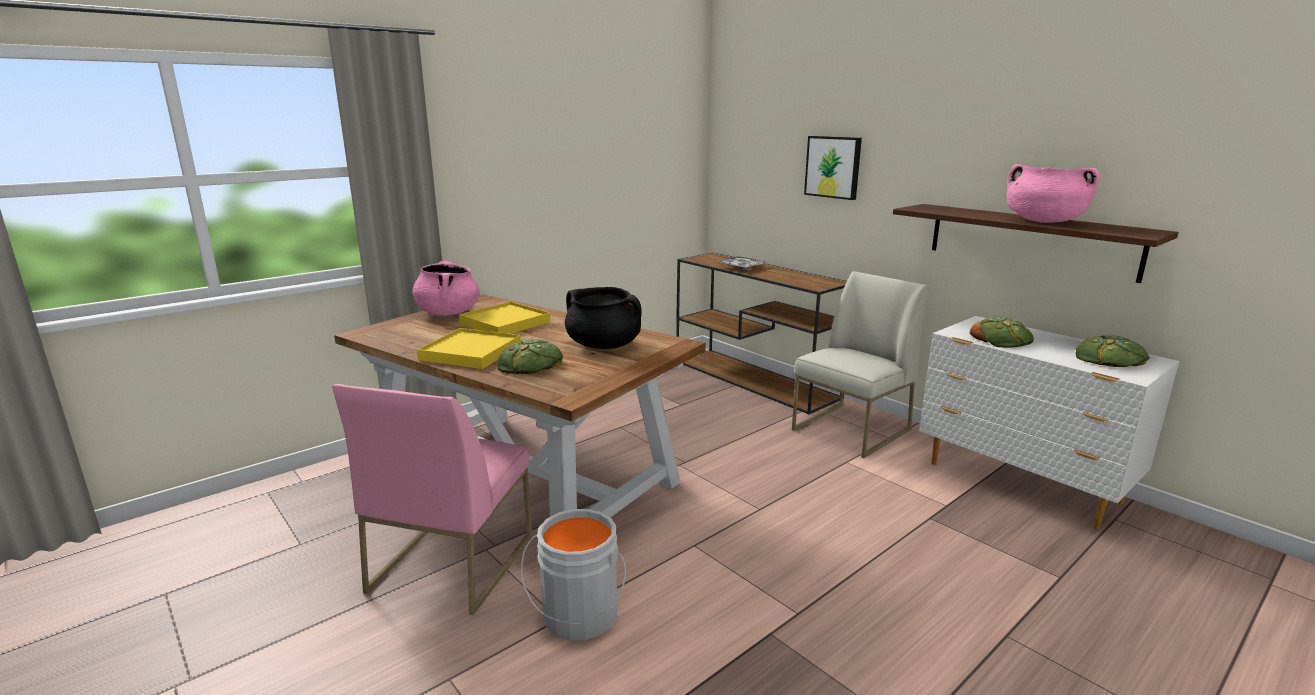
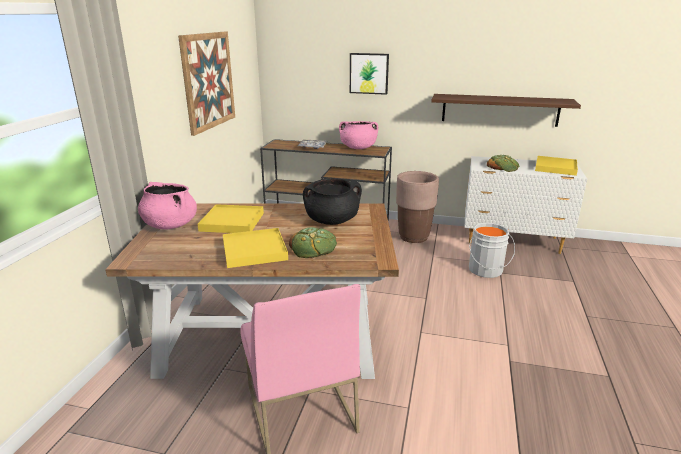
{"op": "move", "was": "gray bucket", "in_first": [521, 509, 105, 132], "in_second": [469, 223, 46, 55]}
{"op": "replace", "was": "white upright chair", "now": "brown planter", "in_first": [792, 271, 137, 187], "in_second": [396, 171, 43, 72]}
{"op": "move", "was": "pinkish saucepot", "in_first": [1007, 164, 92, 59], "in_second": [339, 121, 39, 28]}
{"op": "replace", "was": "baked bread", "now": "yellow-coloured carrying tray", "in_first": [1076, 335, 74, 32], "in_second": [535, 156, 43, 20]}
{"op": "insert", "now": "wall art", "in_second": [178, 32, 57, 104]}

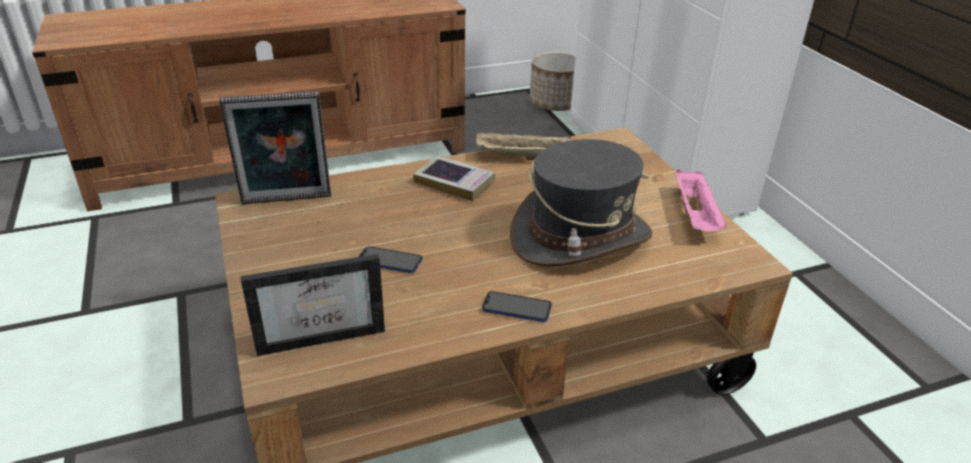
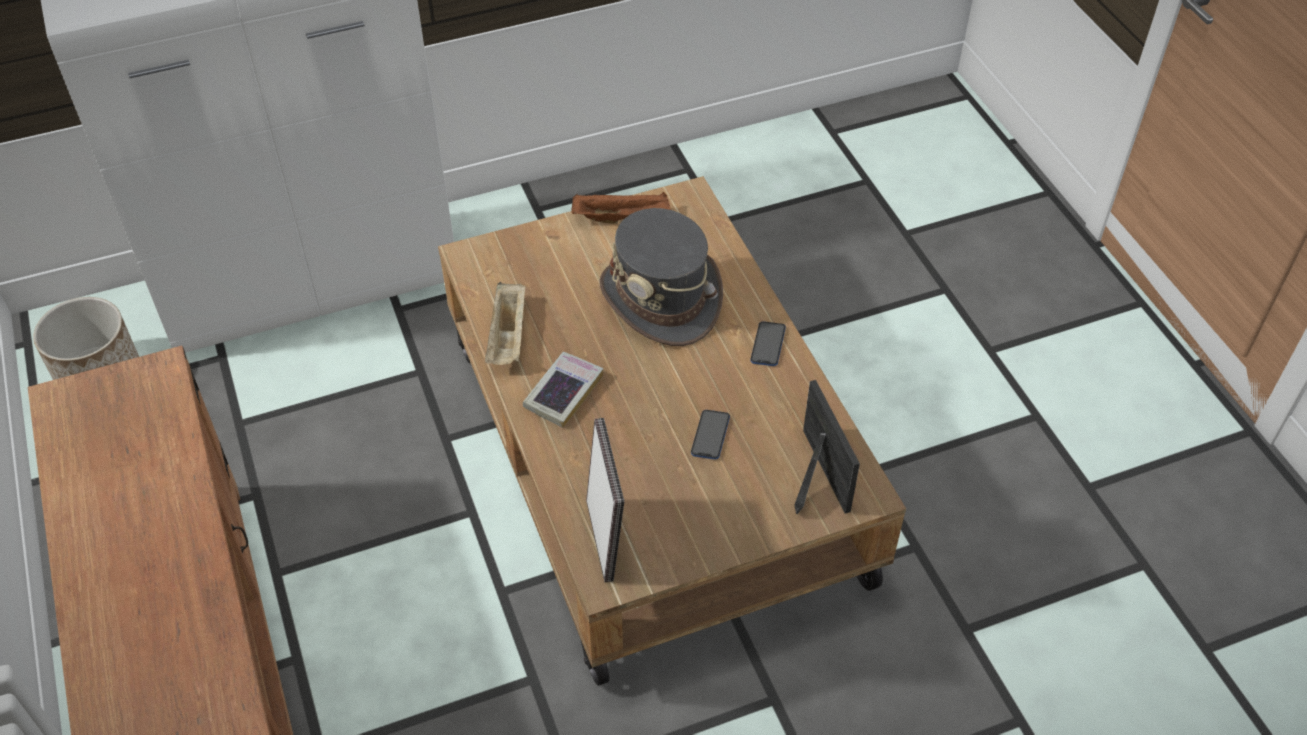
{"op": "recolor", "was": "pinkish carrying tray", "now": "brown carrying tray", "in_first": [676, 169, 52, 63], "in_second": [571, 192, 100, 32]}

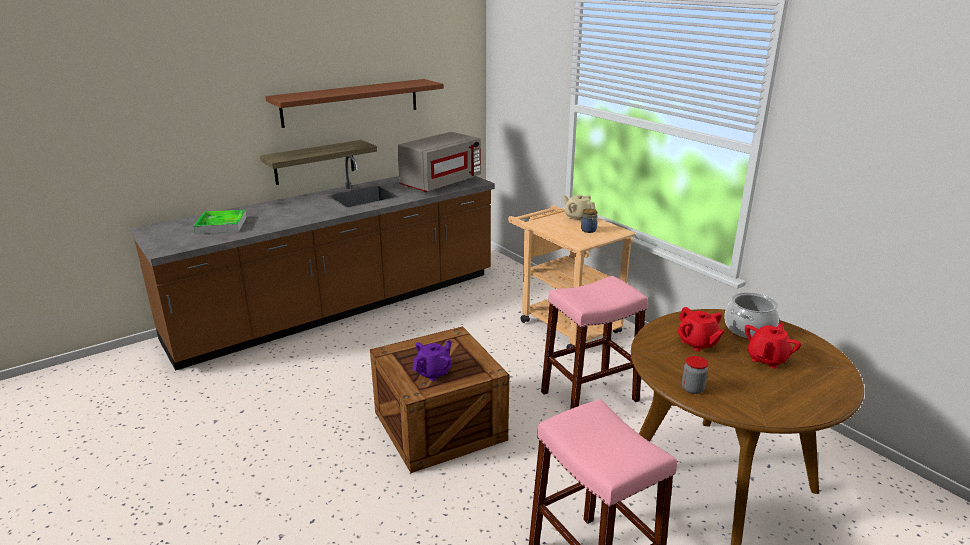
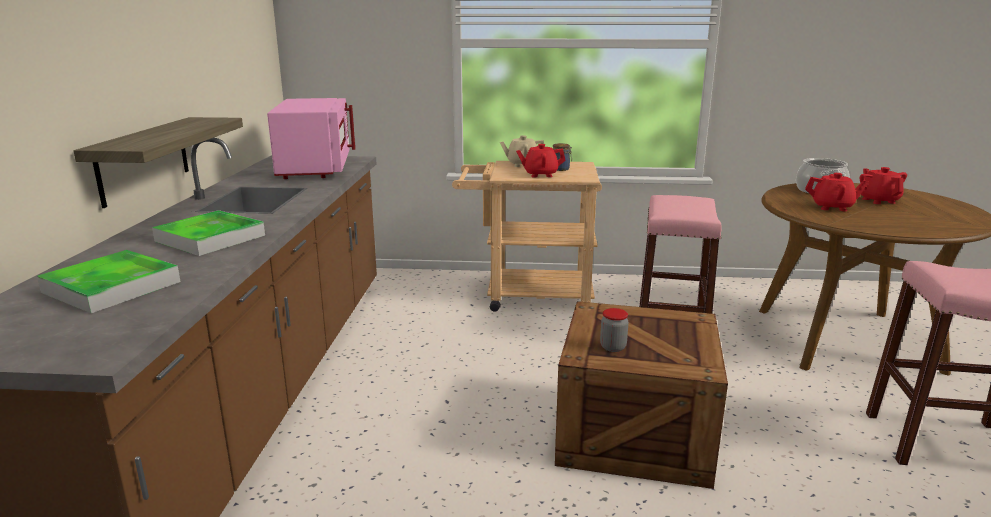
{"op": "delete", "was": "brown bracket shelf", "in_first": [265, 79, 179, 49]}
{"op": "recolor", "was": "gray microwave", "now": "pinkish microwave", "in_first": [397, 132, 84, 60], "in_second": [267, 98, 88, 81]}
{"op": "delete", "was": "purple-coloured tea pot", "in_first": [412, 340, 40, 41]}
{"op": "move", "was": "preserve jar", "in_first": [682, 356, 27, 38], "in_second": [600, 308, 29, 44]}
{"op": "insert", "now": "carrying tray", "in_second": [152, 210, 113, 46]}
{"op": "insert", "now": "red tea pot", "in_second": [516, 144, 50, 34]}

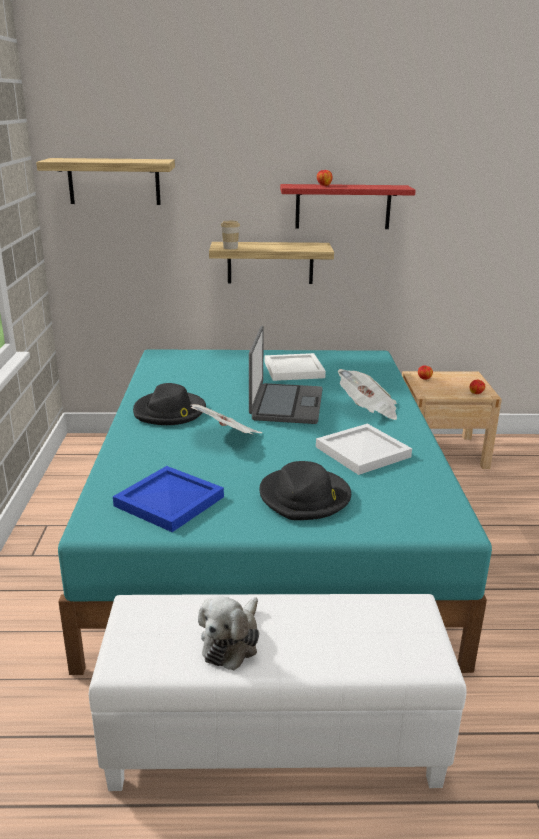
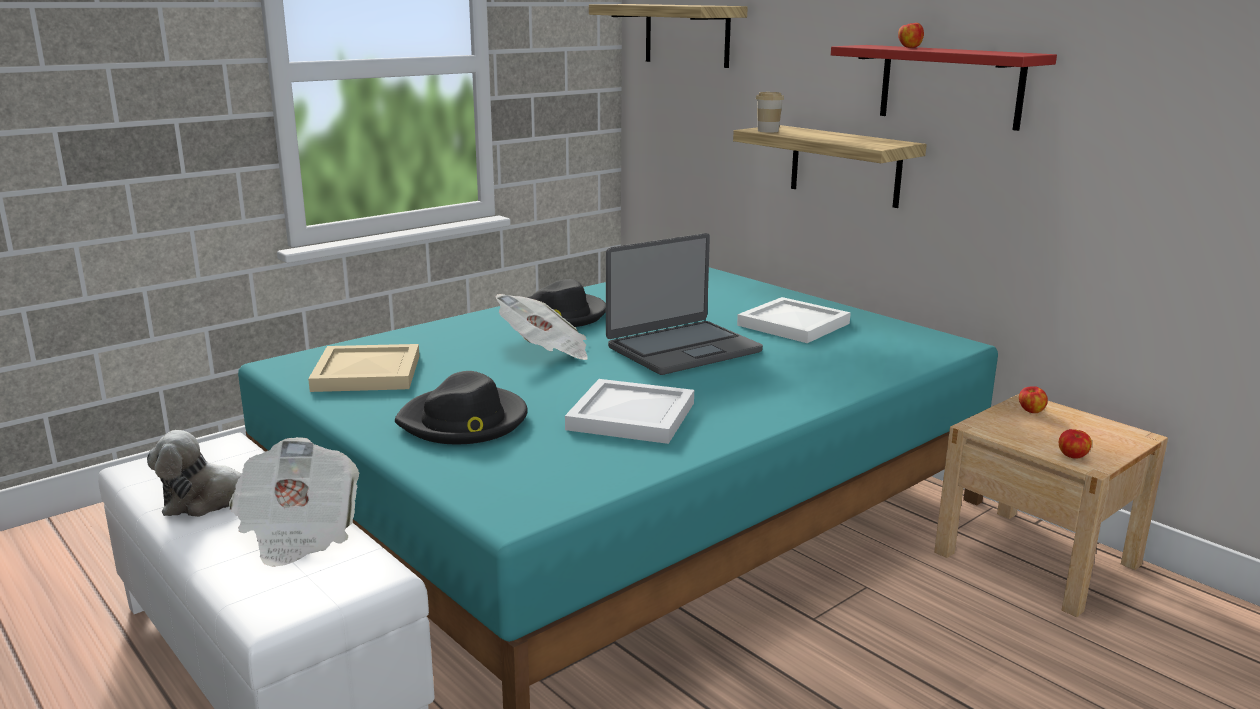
{"op": "recolor", "was": "blue carrying tray", "now": "sand-coloured carrying tray", "in_first": [113, 466, 111, 66], "in_second": [308, 344, 112, 48]}
{"op": "move", "was": "newspaper", "in_first": [338, 369, 59, 51], "in_second": [229, 437, 130, 130]}

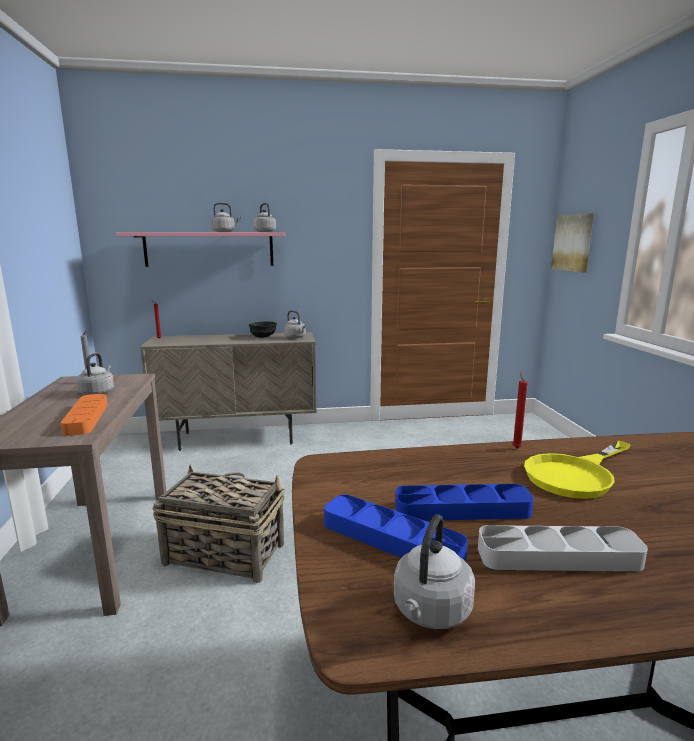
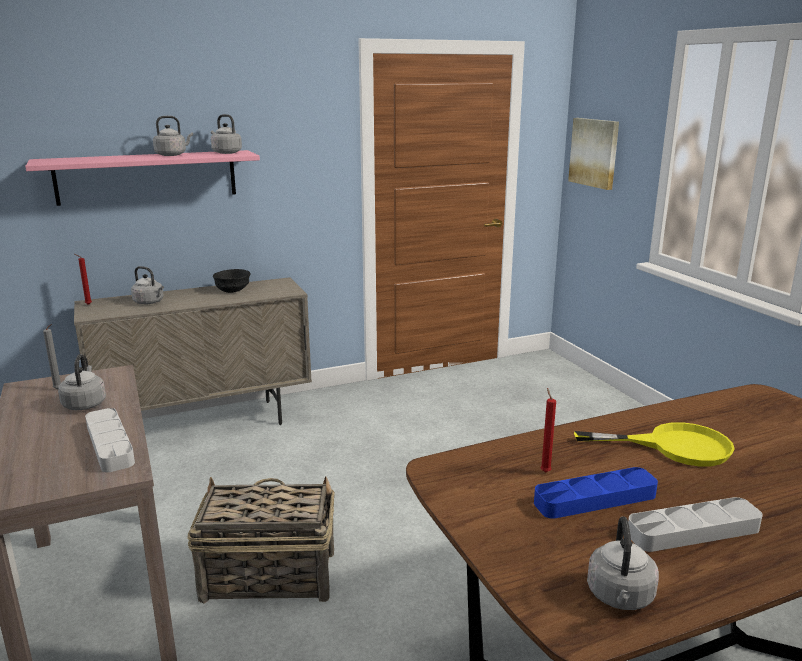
{"op": "recolor", "was": "orange carrying tray", "now": "gray carrying tray", "in_first": [61, 394, 47, 42], "in_second": [85, 408, 50, 64]}
{"op": "move", "was": "gray tea kettle", "in_first": [284, 310, 22, 28], "in_second": [131, 266, 33, 38]}
{"op": "delete", "was": "blue carrying tray", "in_first": [324, 495, 144, 66]}
{"op": "move", "was": "red wax candle", "in_first": [512, 372, 16, 76], "in_second": [540, 388, 16, 85]}
{"op": "rotate", "was": "yellow-coloured pan", "in_first": [524, 440, 107, 59], "in_second": [574, 422, 161, 45], "clockwise": -120}

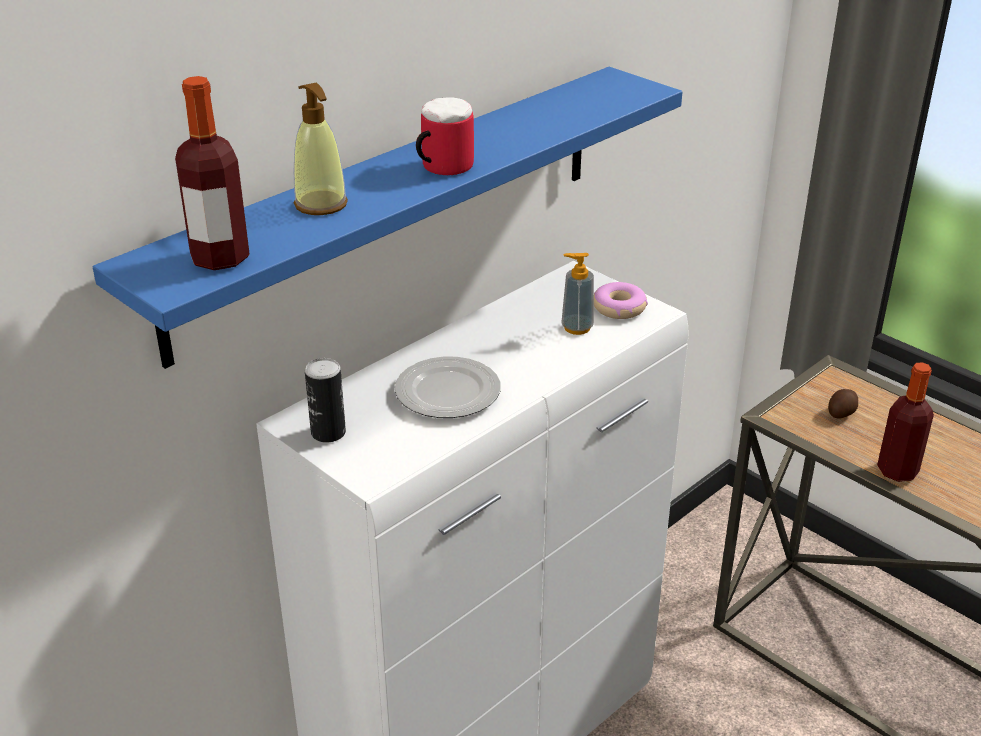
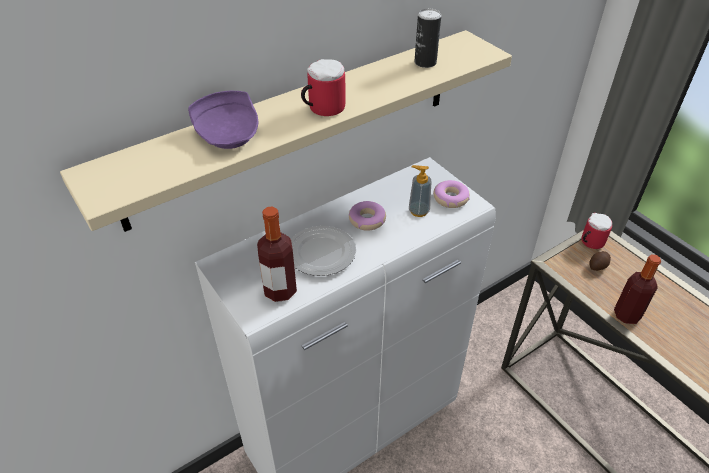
{"op": "recolor", "was": "blue bracket shelf", "now": "sand-coloured bracket shelf", "in_first": [93, 67, 589, 302], "in_second": [60, 30, 452, 202]}
{"op": "move", "was": "drink bottle", "in_first": [175, 76, 75, 194], "in_second": [257, 206, 40, 96]}
{"op": "replace", "was": "liquid soap bottle", "now": "purple-coloured plate", "in_first": [294, 83, 54, 132], "in_second": [188, 91, 71, 58]}
{"op": "move", "was": "sealed can", "in_first": [305, 358, 41, 85], "in_second": [414, 9, 27, 59]}
{"op": "insert", "now": "ring doughnut", "in_second": [349, 201, 37, 30]}
{"op": "insert", "now": "mug", "in_second": [582, 213, 30, 36]}

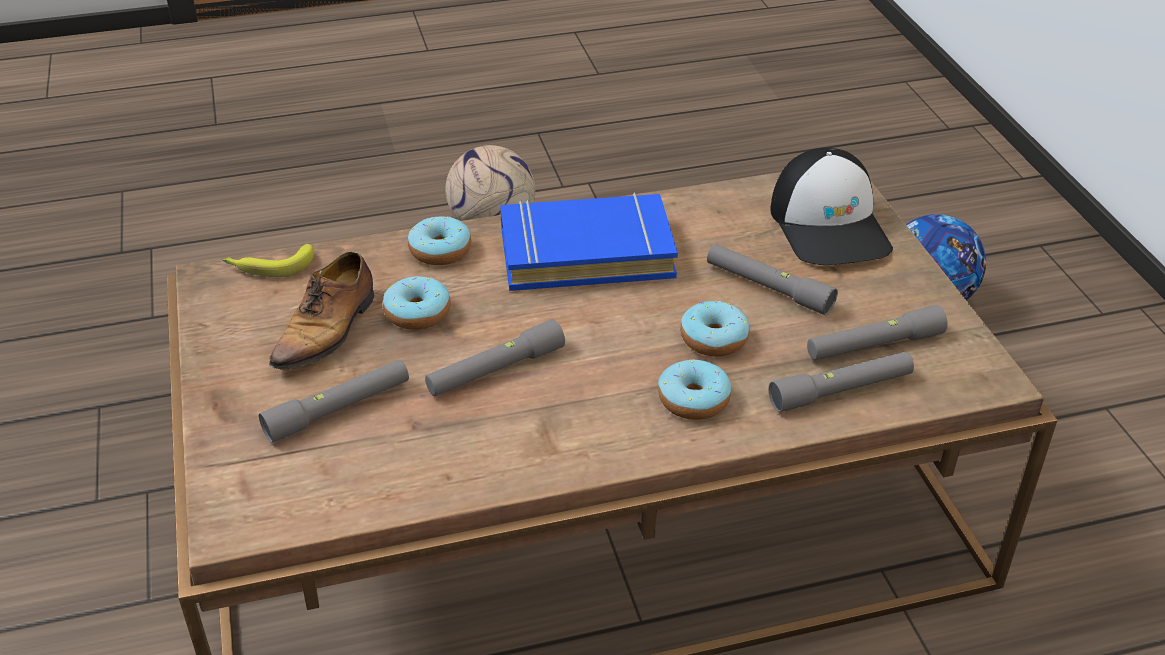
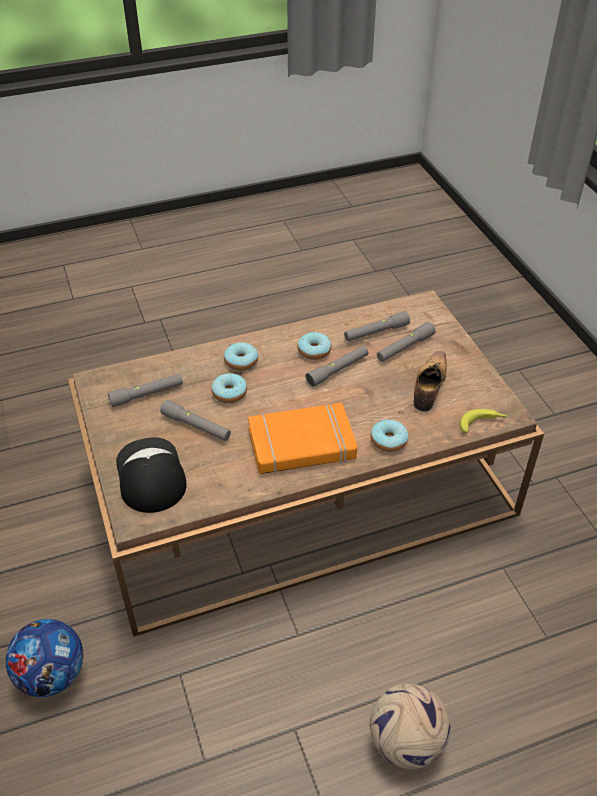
{"op": "move", "was": "ring doughnut", "in_first": [383, 276, 68, 54], "in_second": [298, 332, 33, 28]}
{"op": "recolor", "was": "blue book", "now": "orange book", "in_first": [500, 193, 178, 98], "in_second": [248, 403, 109, 71]}
{"op": "move", "was": "gray torch", "in_first": [769, 352, 145, 60], "in_second": [344, 311, 66, 30]}

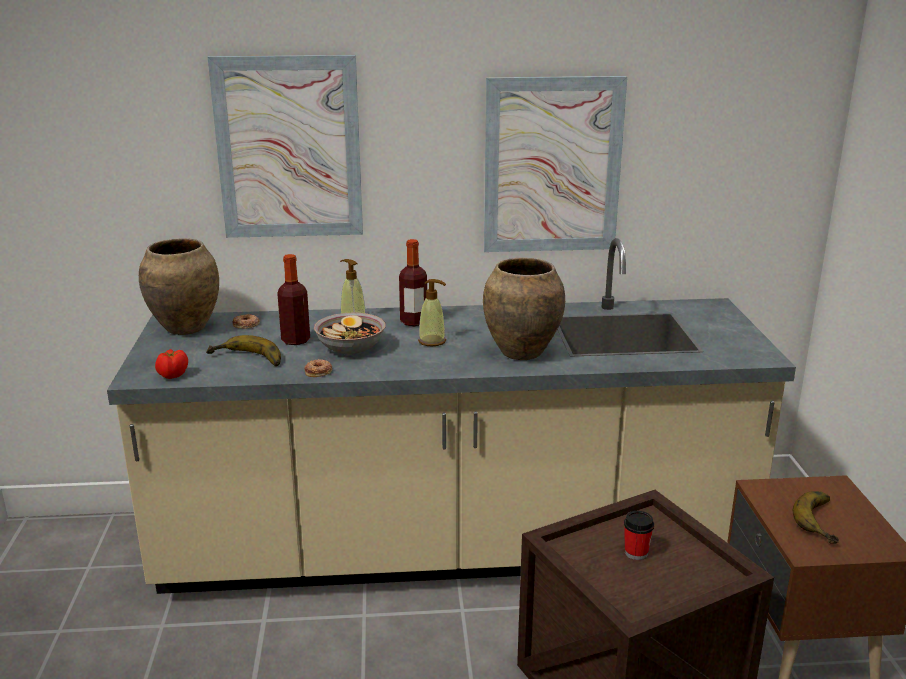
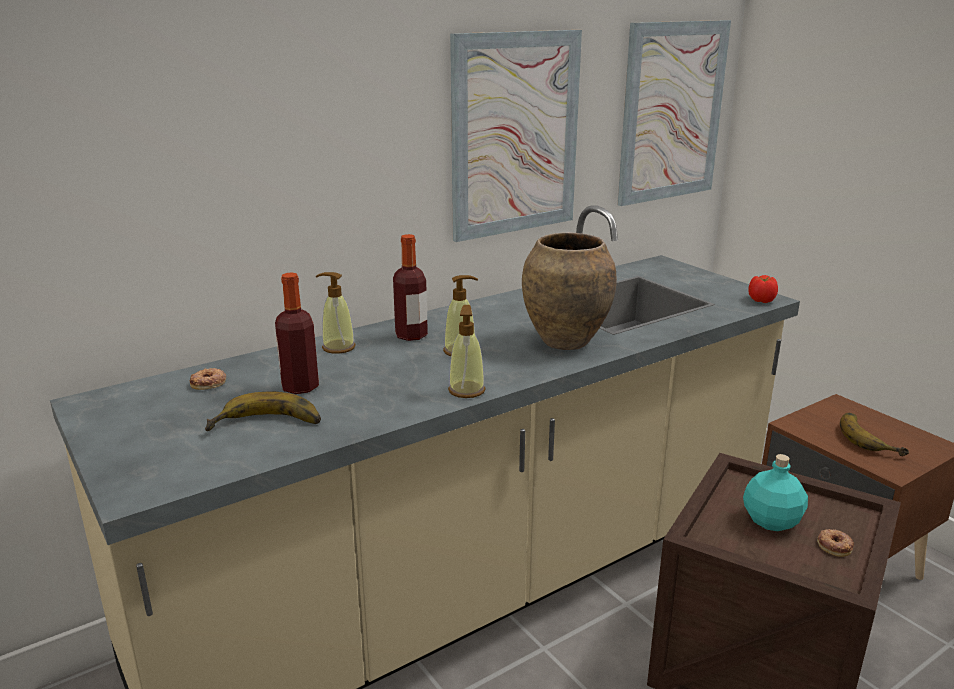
{"op": "delete", "was": "brown decorative vase", "in_first": [139, 238, 80, 97]}
{"op": "move", "was": "tomato", "in_first": [155, 349, 33, 30], "in_second": [748, 275, 30, 28]}
{"op": "move", "was": "wall art", "in_first": [208, 55, 155, 183], "in_second": [618, 20, 113, 186]}
{"op": "move", "was": "ring doughnut", "in_first": [304, 359, 28, 18], "in_second": [817, 529, 37, 28]}
{"op": "delete", "was": "bowl", "in_first": [314, 312, 71, 42]}
{"op": "replace", "was": "cup", "now": "turquoise drink bottle", "in_first": [624, 511, 30, 49], "in_second": [743, 454, 65, 77]}
{"op": "insert", "now": "liquid soap bottle", "in_second": [448, 305, 38, 93]}

